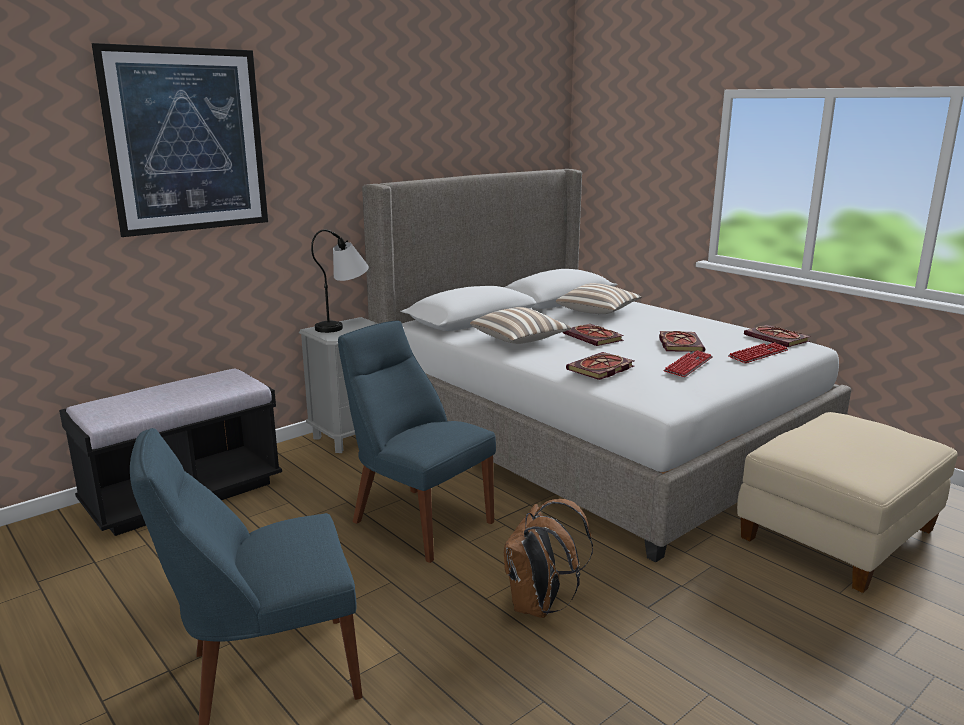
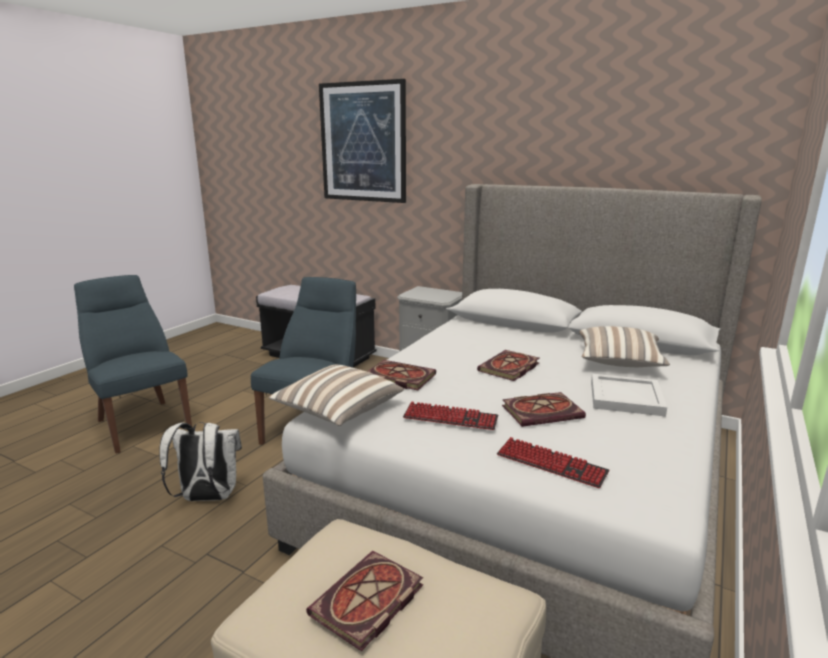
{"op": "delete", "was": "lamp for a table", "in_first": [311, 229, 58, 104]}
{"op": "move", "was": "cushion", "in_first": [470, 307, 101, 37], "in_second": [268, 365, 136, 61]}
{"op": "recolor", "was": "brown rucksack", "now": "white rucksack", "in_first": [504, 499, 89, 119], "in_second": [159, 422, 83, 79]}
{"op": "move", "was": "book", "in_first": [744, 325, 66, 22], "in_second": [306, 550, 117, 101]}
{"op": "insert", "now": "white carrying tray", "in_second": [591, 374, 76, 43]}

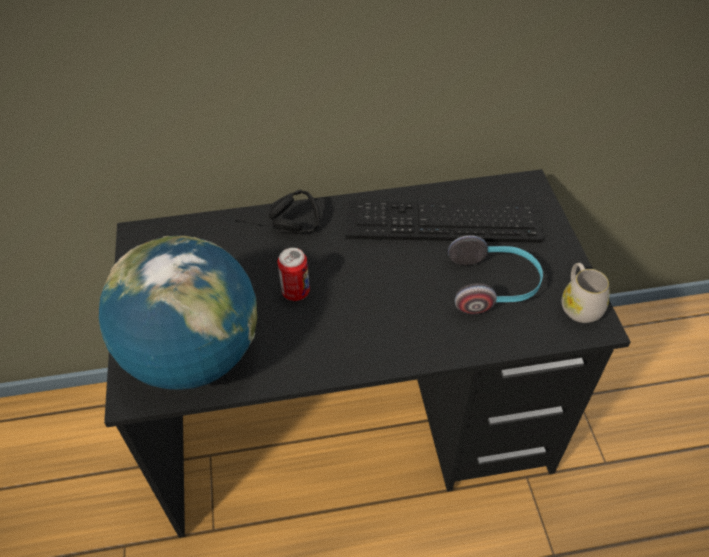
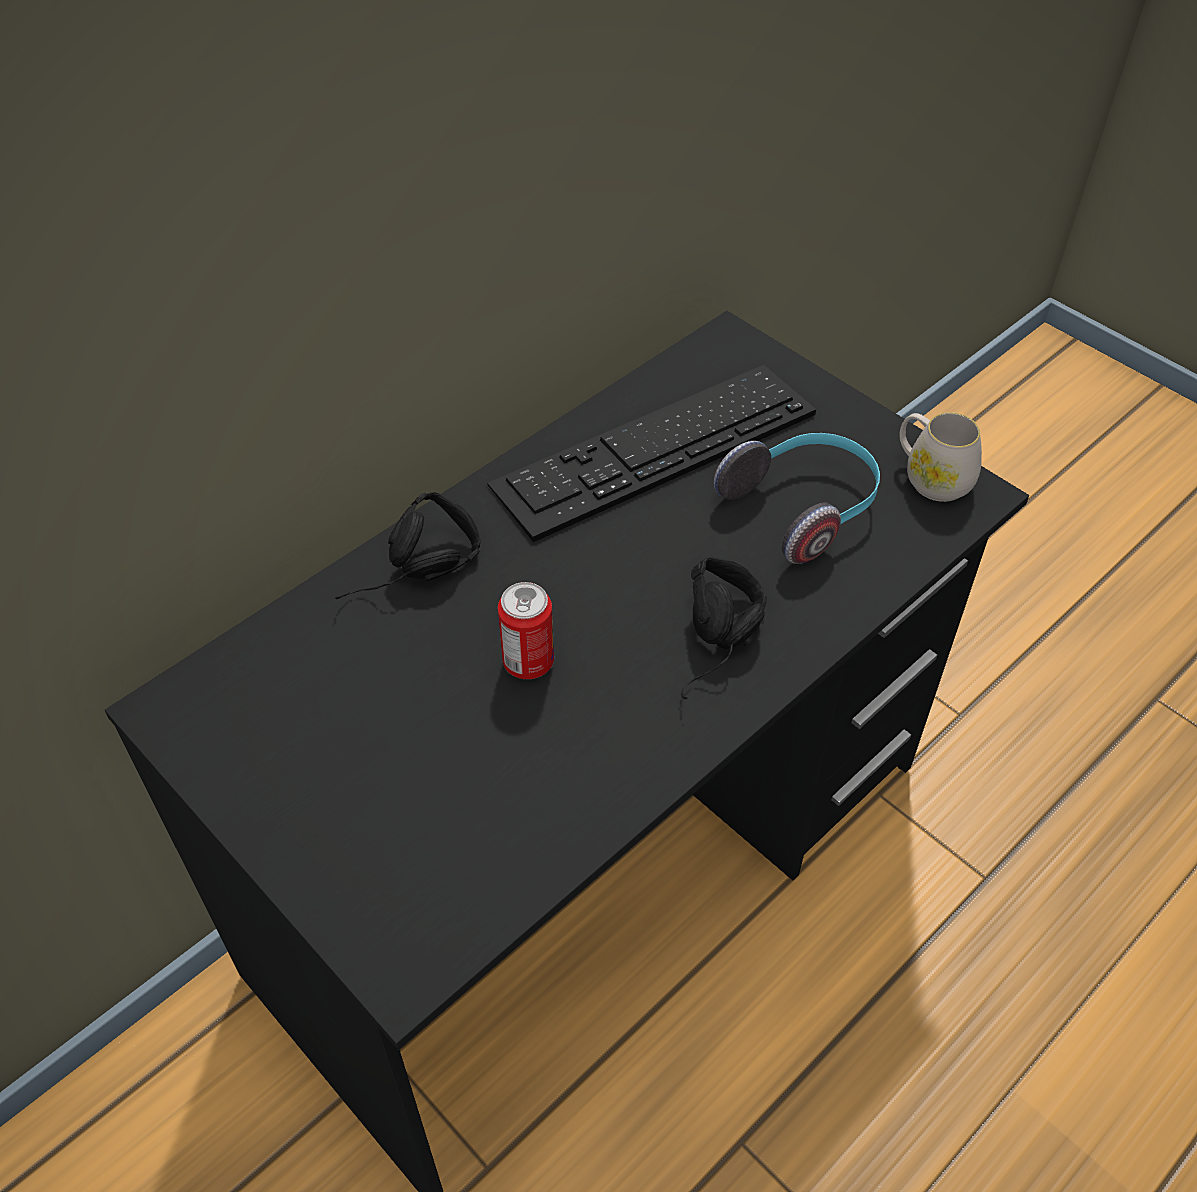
{"op": "delete", "was": "globe", "in_first": [99, 236, 158, 154]}
{"op": "insert", "now": "blackish pair of headphones", "in_second": [681, 558, 86, 141]}

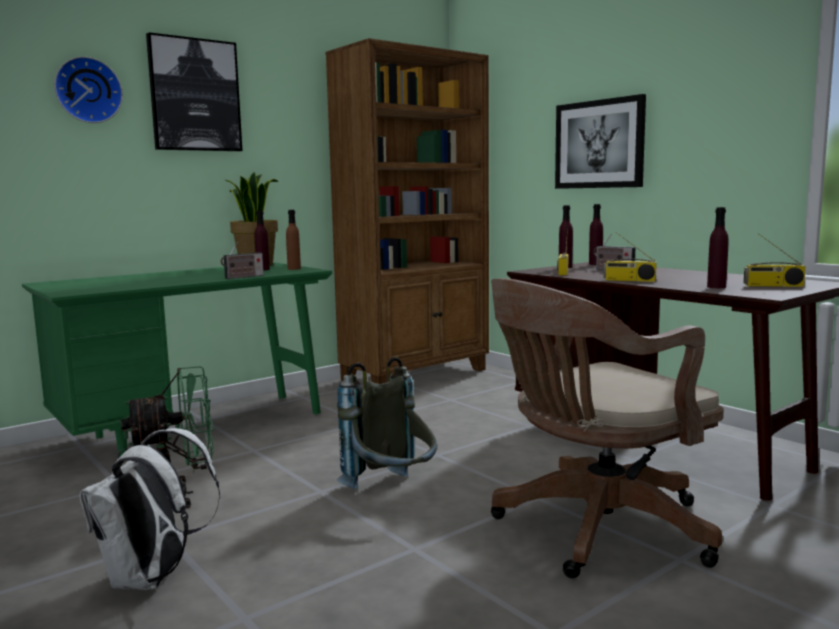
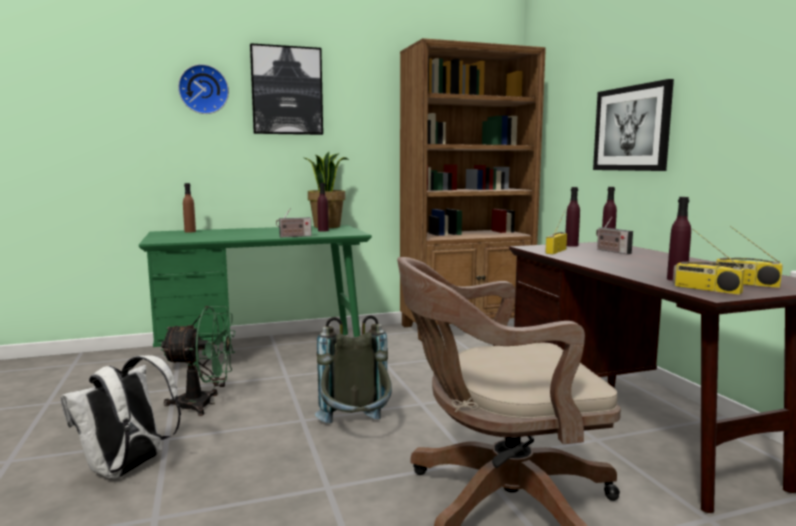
{"op": "move", "was": "brown drink bottle", "in_first": [286, 210, 15, 60], "in_second": [183, 183, 13, 50]}
{"op": "move", "was": "radio", "in_first": [603, 232, 54, 50], "in_second": [673, 229, 72, 66]}

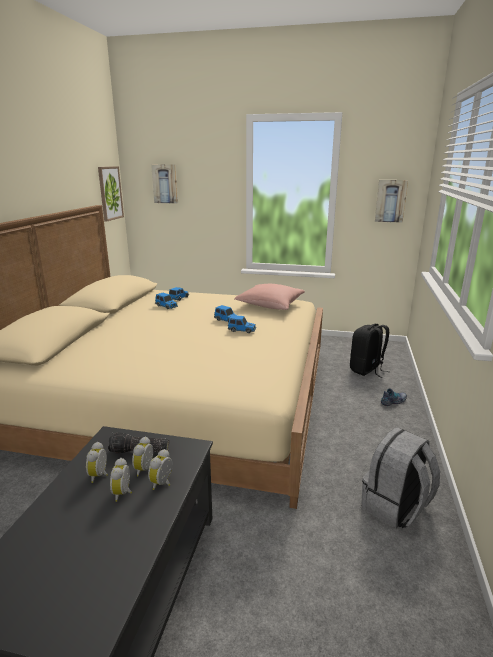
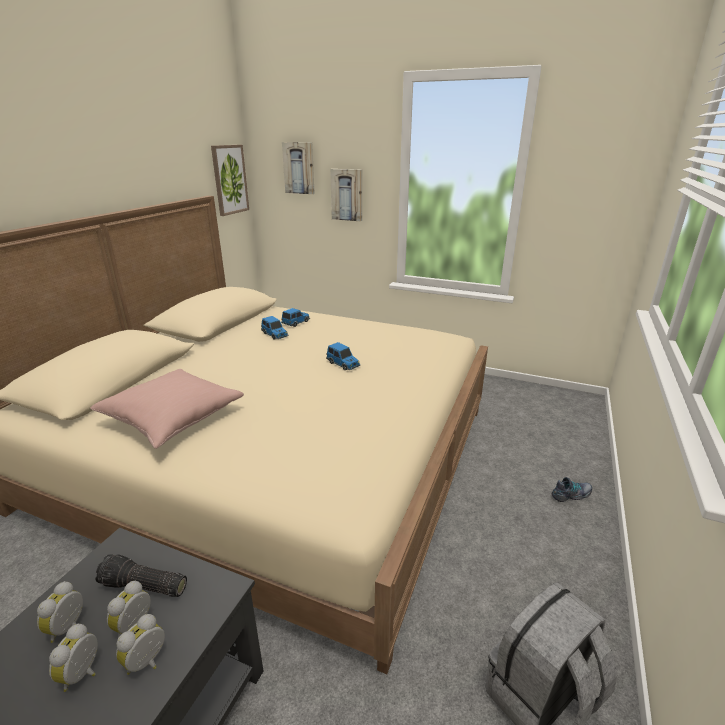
{"op": "delete", "was": "miniature car", "in_first": [228, 315, 28, 18]}
{"op": "move", "was": "pinkish cushion", "in_first": [234, 284, 71, 26], "in_second": [90, 369, 154, 80]}
{"op": "delete", "was": "blackish rucksack", "in_first": [350, 324, 39, 54]}
{"op": "move", "was": "wall art", "in_first": [375, 180, 33, 43], "in_second": [330, 169, 32, 52]}

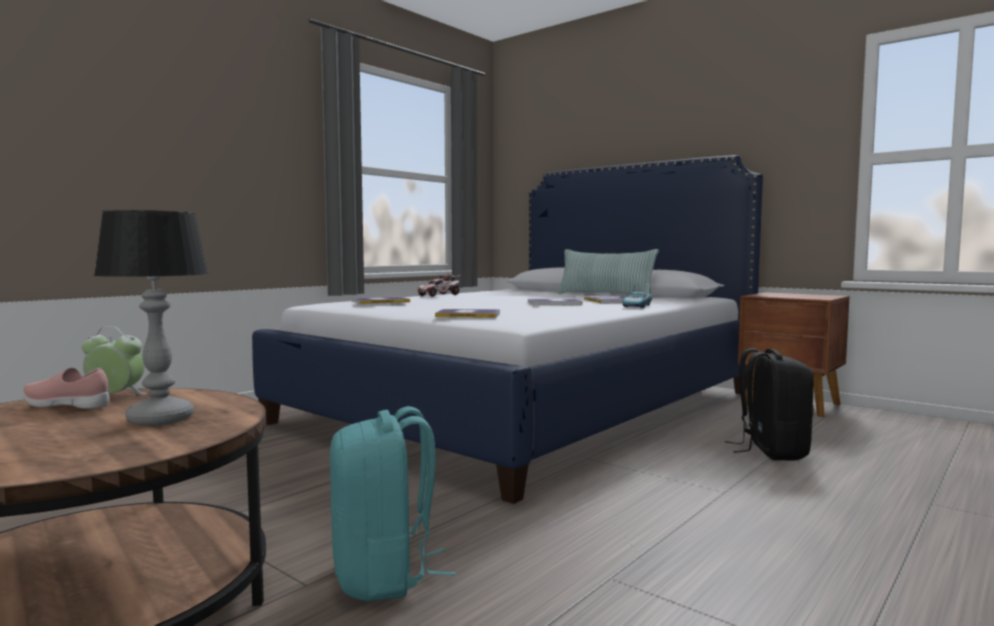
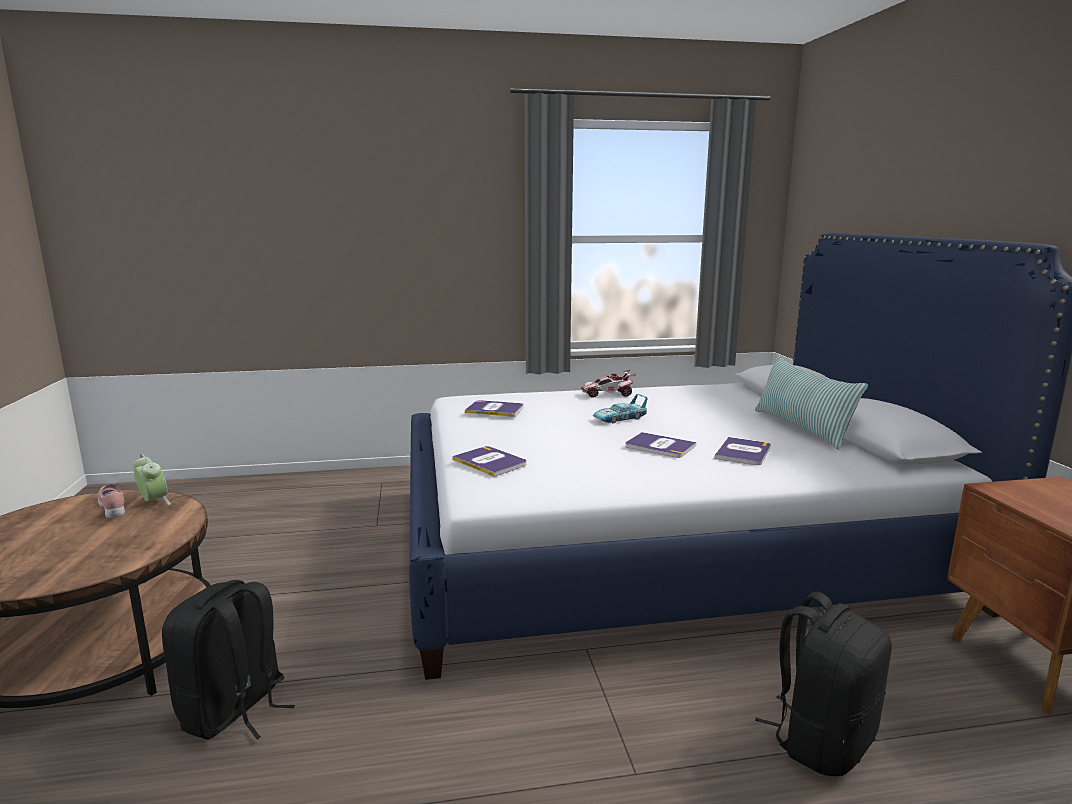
{"op": "delete", "was": "lamp for a table", "in_first": [94, 210, 115, 216]}
{"op": "recolor", "was": "turquoise rucksack", "now": "blackish rucksack", "in_first": [330, 406, 126, 195], "in_second": [162, 580, 133, 160]}
{"op": "move", "was": "miniature car", "in_first": [623, 284, 29, 24], "in_second": [593, 394, 55, 29]}

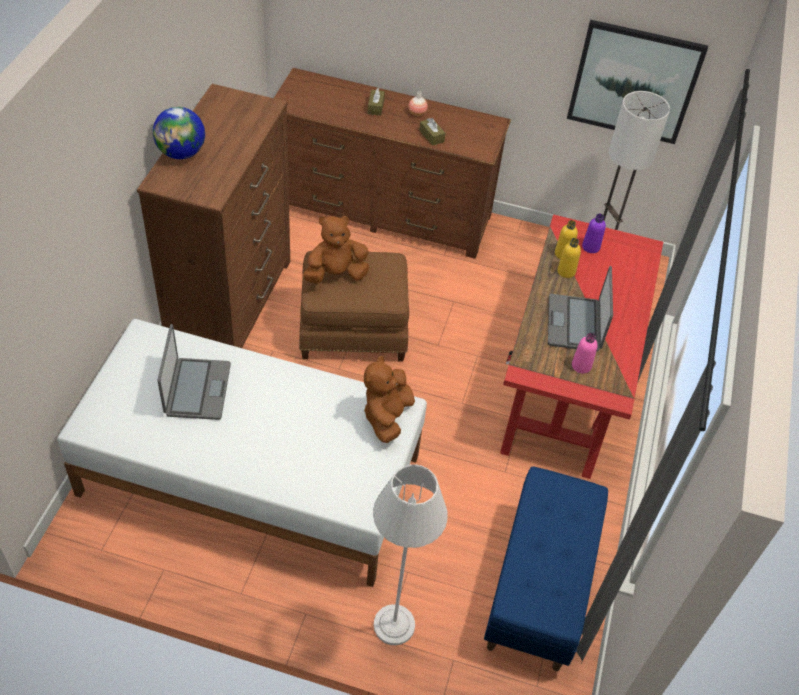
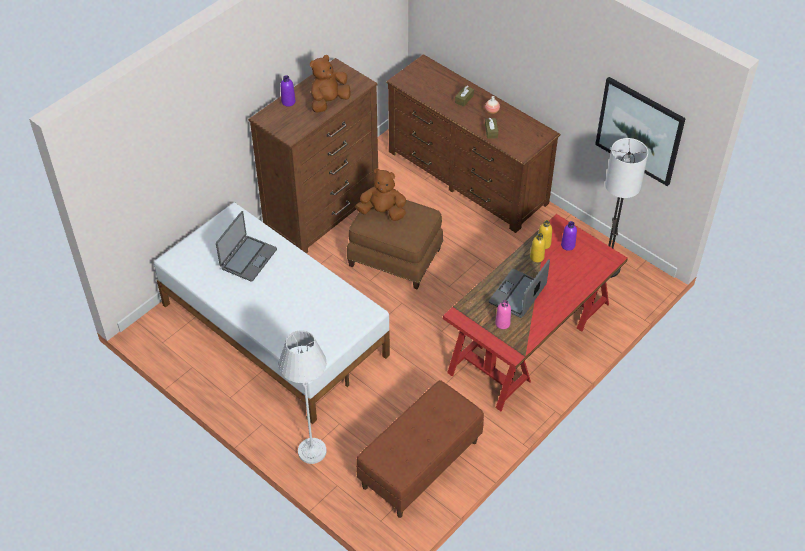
{"op": "replace", "was": "globe", "now": "purple-coloured drink bottle", "in_first": [153, 107, 52, 52], "in_second": [281, 75, 14, 32]}
{"op": "move", "was": "brown plush toy", "in_first": [364, 356, 51, 87], "in_second": [310, 55, 41, 58]}
{"op": "recolor", "was": "blue long seat", "now": "brown long seat", "in_first": [484, 467, 124, 204], "in_second": [356, 380, 128, 138]}

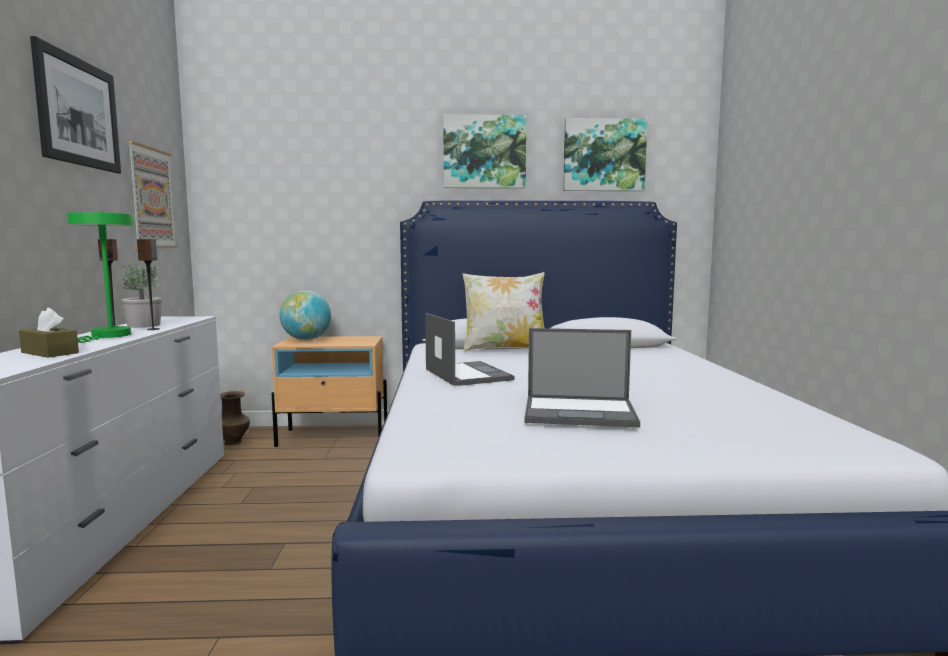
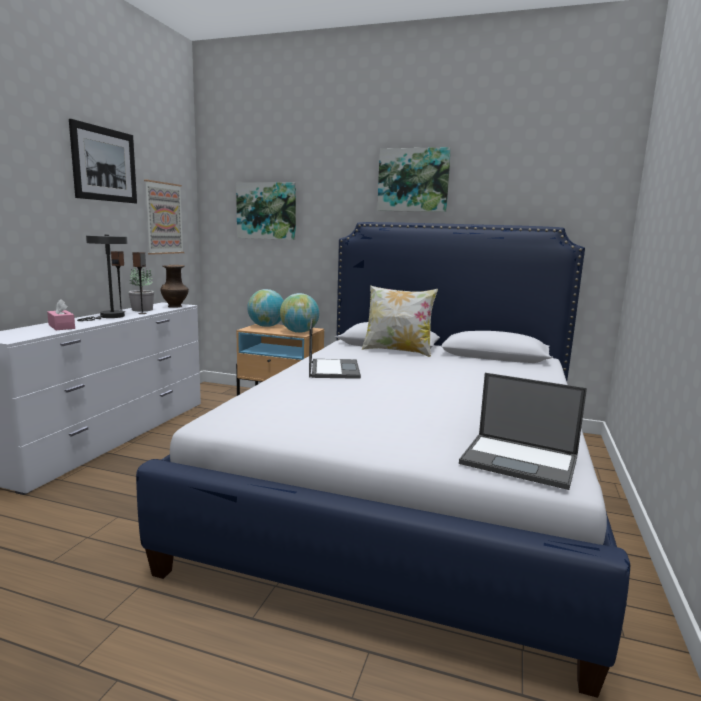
{"op": "recolor", "was": "brown box of tissues", "now": "pinkish box of tissues", "in_first": [19, 308, 60, 50], "in_second": [47, 299, 28, 31]}
{"op": "recolor", "was": "greenish lamp for a table", "now": "gray lamp for a table", "in_first": [67, 212, 68, 131], "in_second": [77, 235, 51, 86]}
{"op": "move", "was": "brown decorative vase", "in_first": [220, 391, 30, 54], "in_second": [161, 265, 28, 42]}
{"op": "move", "was": "laptop", "in_first": [524, 328, 116, 99], "in_second": [459, 373, 128, 117]}
{"op": "move", "was": "wall art", "in_first": [563, 118, 84, 73], "in_second": [236, 182, 60, 58]}
{"op": "insert", "now": "globe", "in_second": [280, 293, 39, 40]}

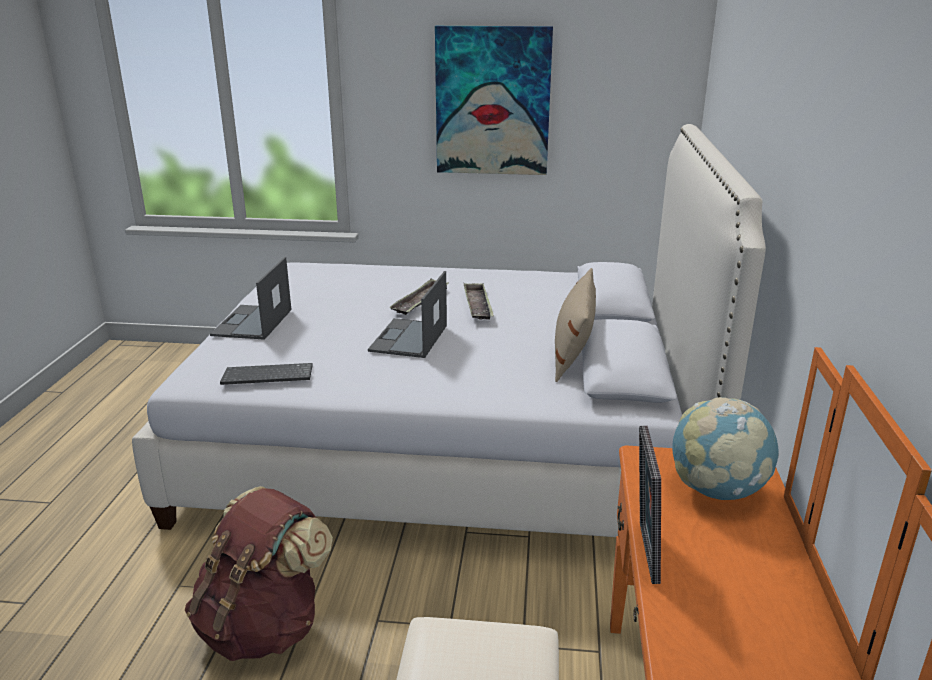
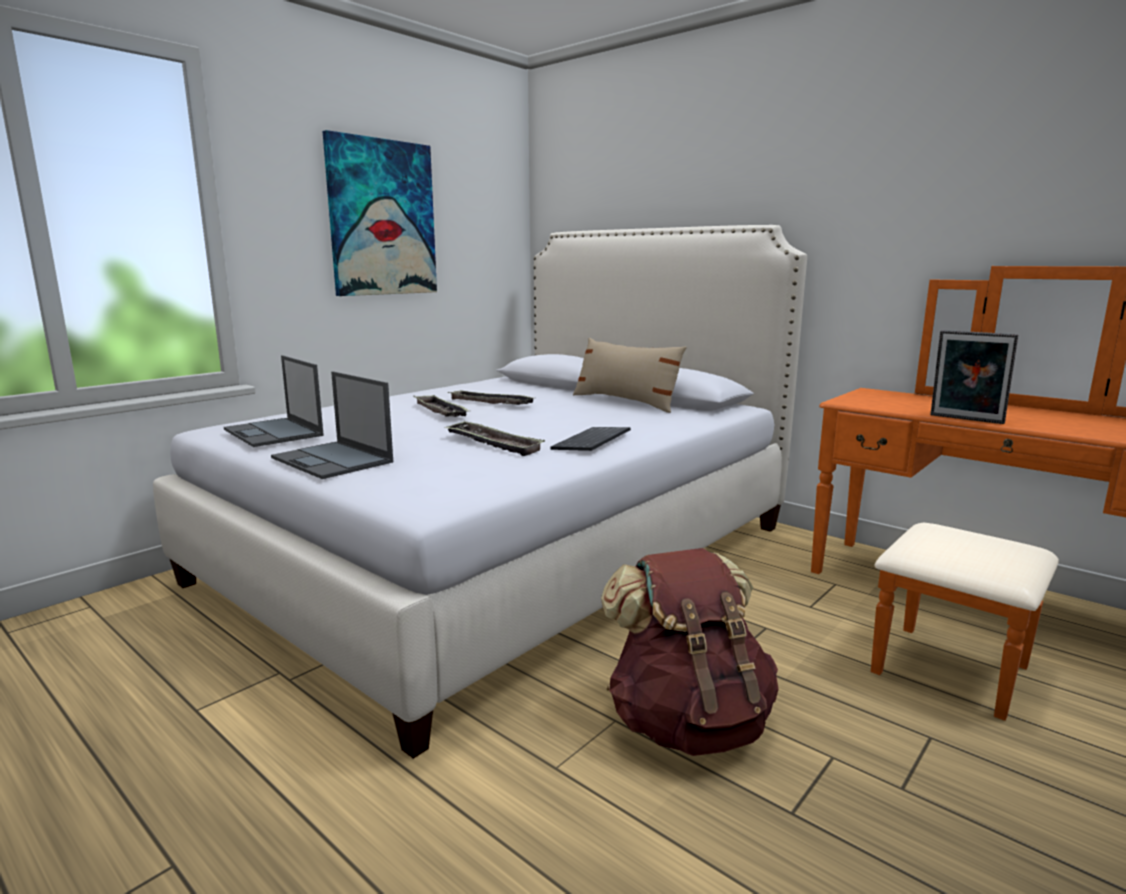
{"op": "move", "was": "PC keyboard", "in_first": [220, 363, 93, 22], "in_second": [550, 427, 81, 24]}
{"op": "move", "was": "laptop", "in_first": [368, 271, 79, 87], "in_second": [224, 355, 100, 92]}
{"op": "delete", "was": "globe", "in_first": [672, 397, 107, 103]}
{"op": "insert", "now": "carrying tray", "in_second": [444, 421, 101, 35]}

